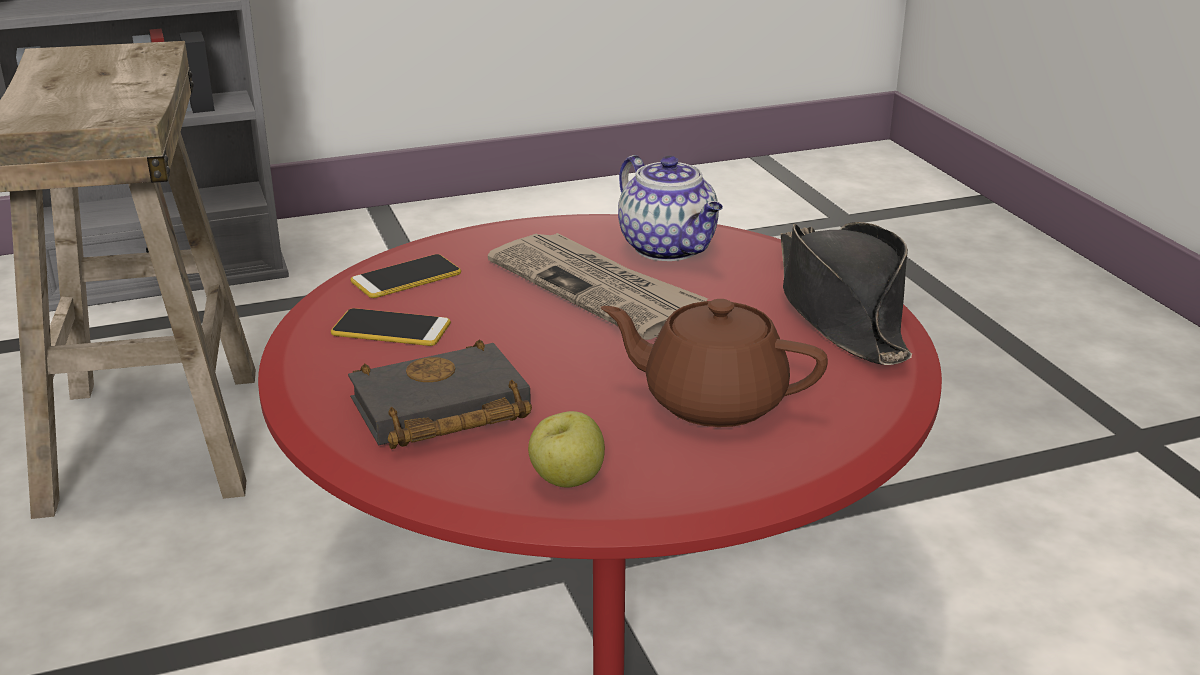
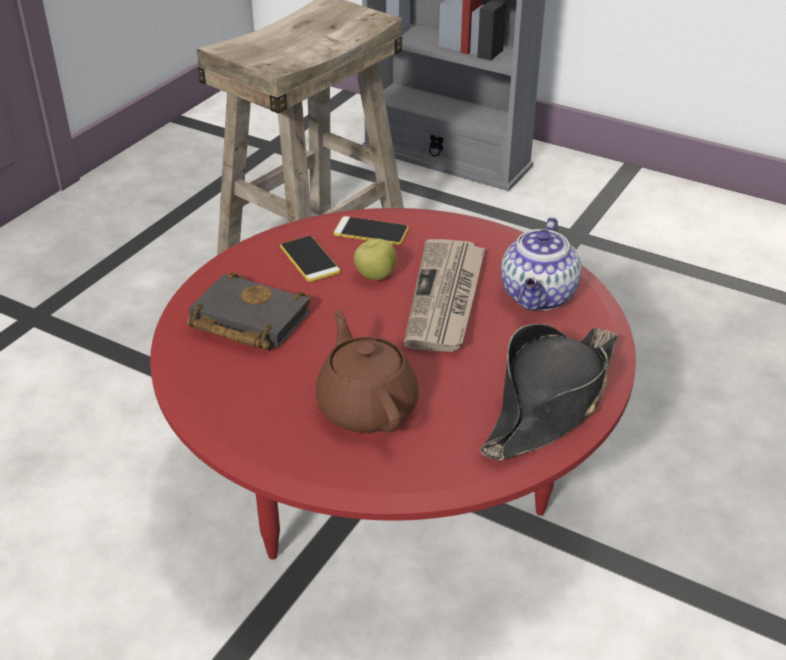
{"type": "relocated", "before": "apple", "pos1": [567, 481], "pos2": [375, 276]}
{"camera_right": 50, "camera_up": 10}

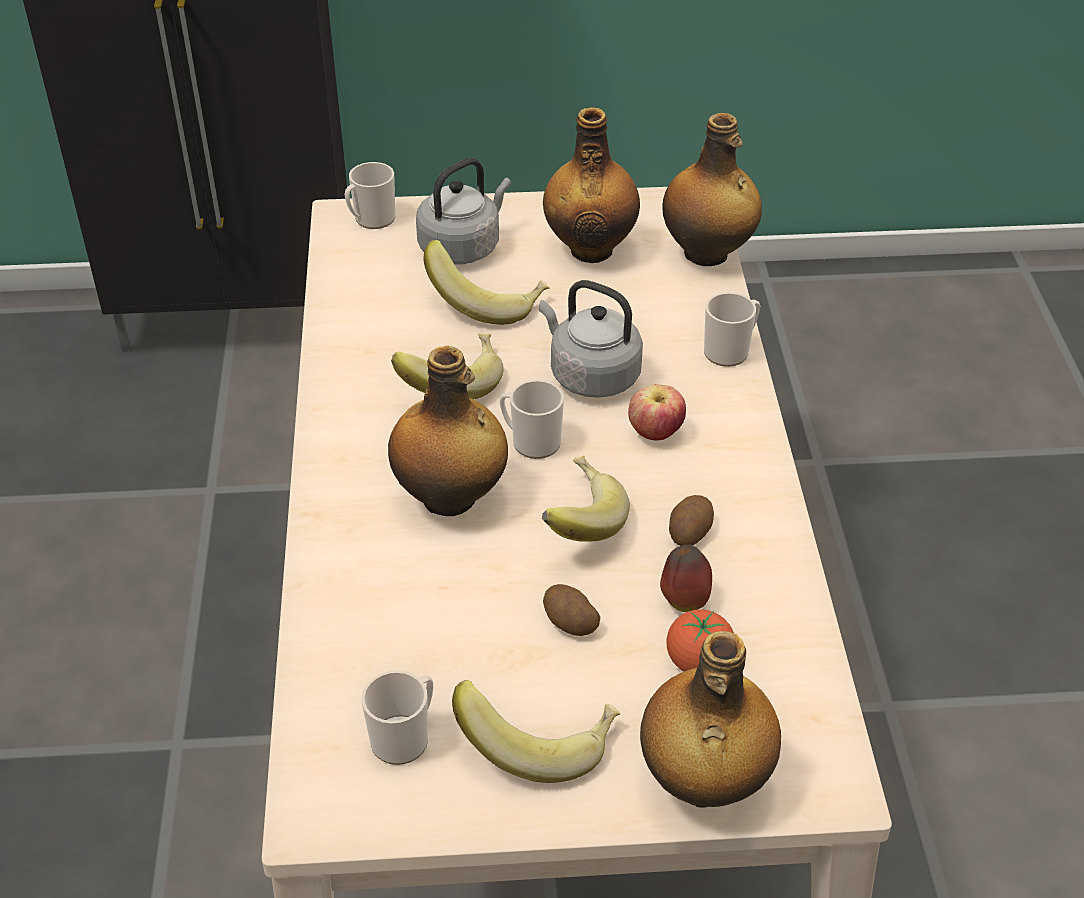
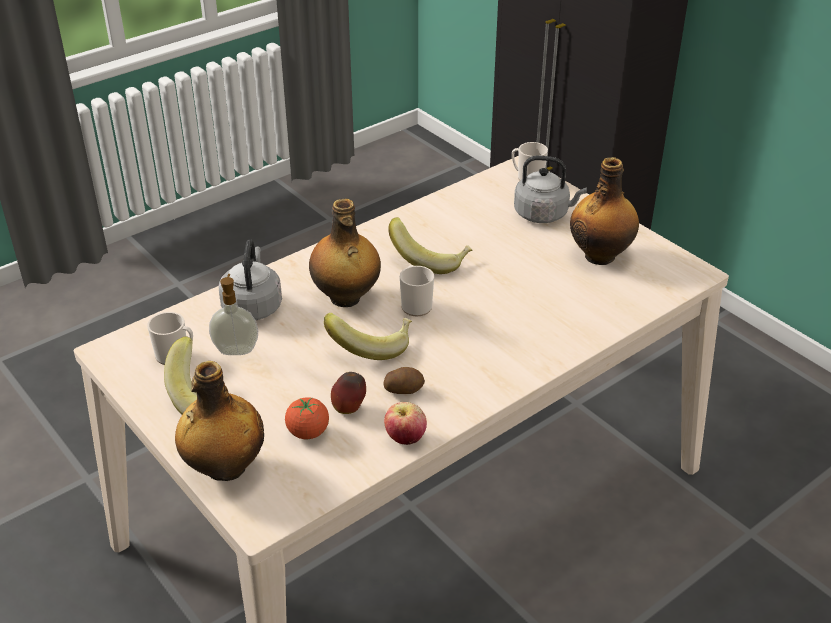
{"type": "appeared", "after": "soap dispenser", "pos2": [236, 349]}
{"type": "relocated", "before": "grey kettle", "pos1": [590, 375], "pos2": [253, 306]}
{"type": "relocated", "before": "apple", "pos1": [655, 433], "pos2": [405, 438]}
{"type": "missing", "before": "banana", "pos1": [487, 302]}
{"type": "missing", "before": "potato", "pos1": [569, 623]}
{"type": "missing", "before": "bottle", "pos1": [707, 254]}
{"type": "missing", "before": "mug", "pos1": [730, 350]}
{"camera_right": 55, "camera_up": -5}

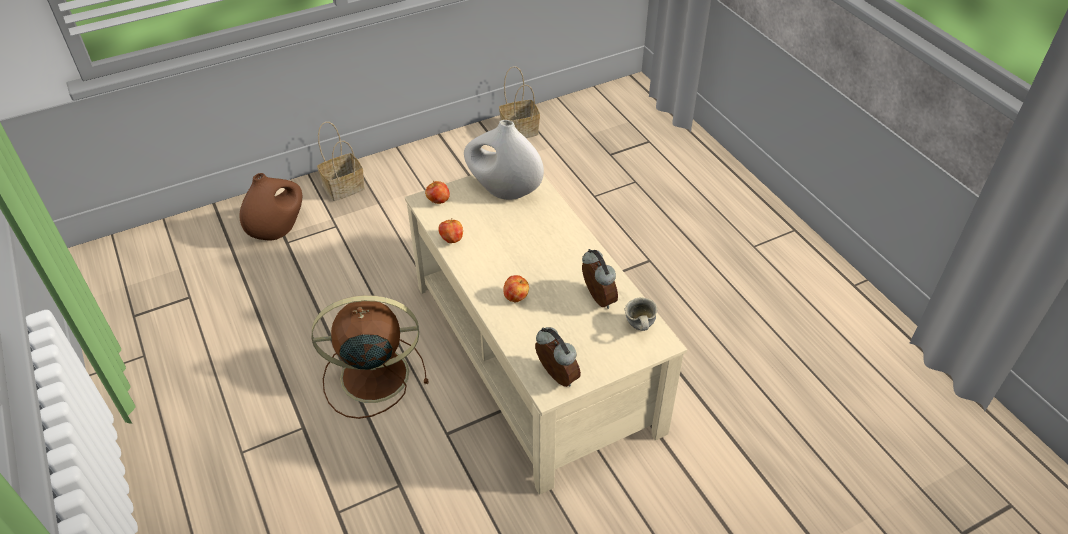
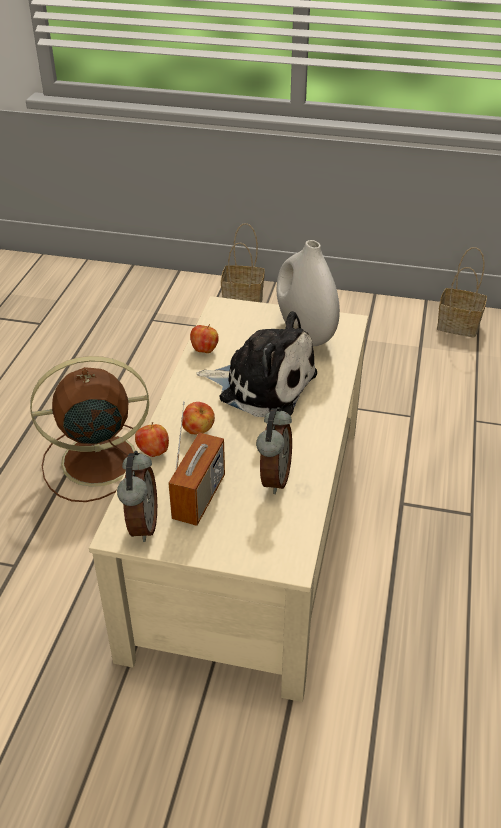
{"type": "spun", "before": "brown fan", "pos1": [371, 376], "pos2": [95, 460], "turn": -45}
{"type": "relocated", "before": "apple", "pos1": [438, 201], "pos2": [153, 452]}
{"type": "appeared", "after": "radio", "pos2": [199, 497]}
{"type": "appeared", "after": "plush toy", "pos2": [262, 385]}
{"type": "missing", "before": "brown vase", "pos1": [278, 230]}
{"type": "missing", "before": "grey mug", "pos1": [638, 327]}
{"camera_right": 40, "camera_up": -5}

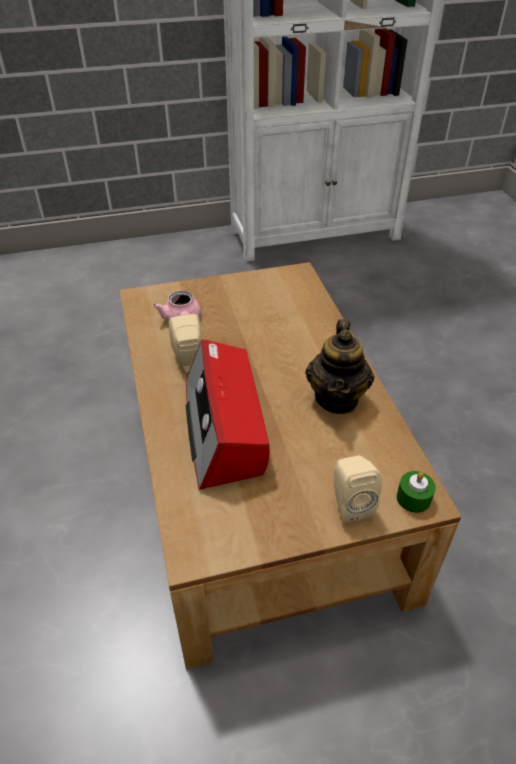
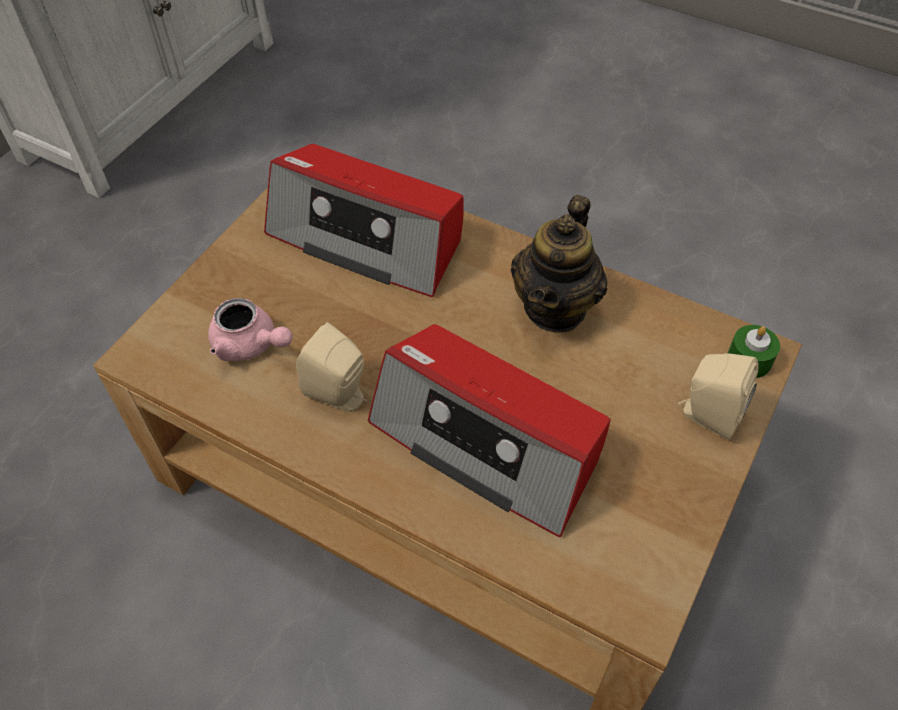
{"type": "appeared", "after": "radio", "pos2": [368, 237]}
{"type": "spun", "before": "teapot", "pos1": [337, 398], "pos2": [556, 307], "turn": 60}
{"camera_right": -45, "camera_up": 10}

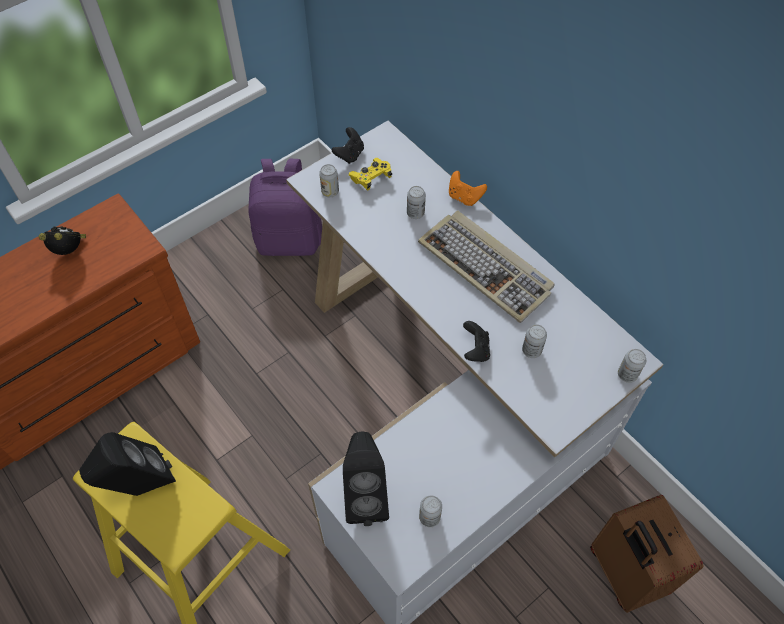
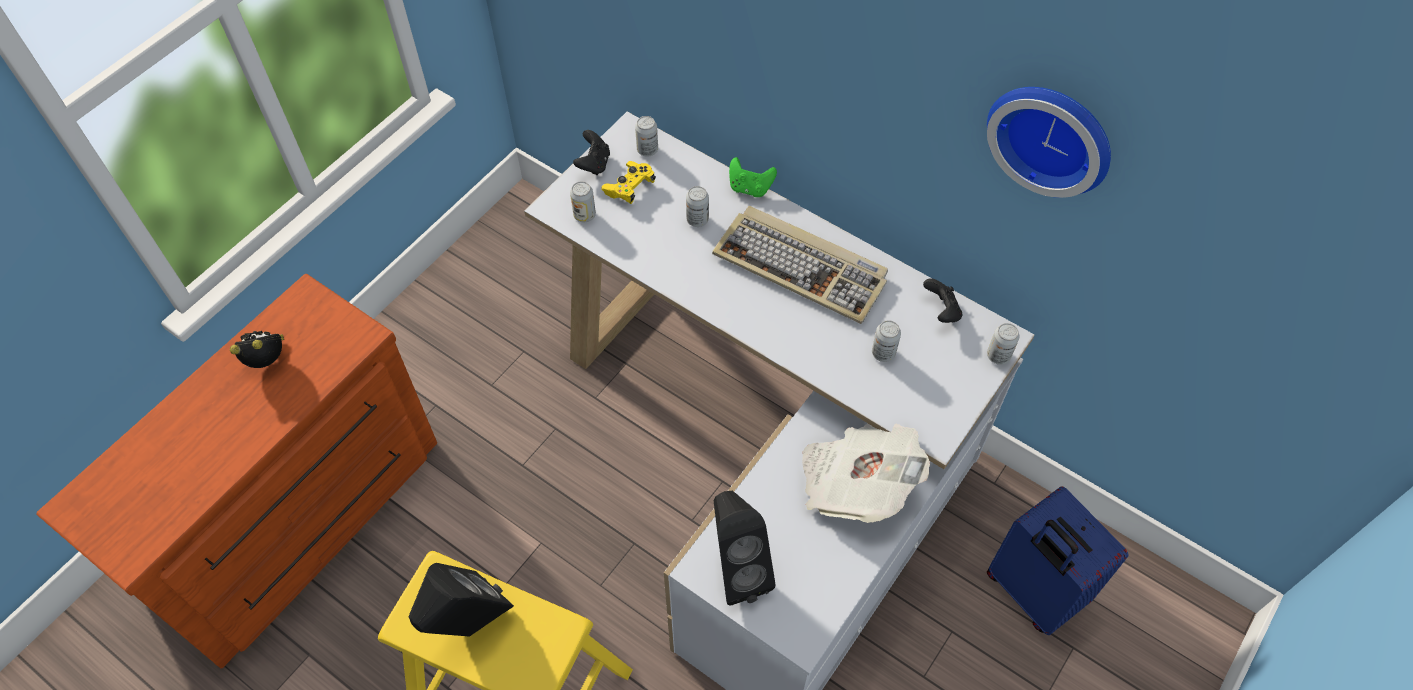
{"type": "relocated", "before": "can", "pos1": [429, 517], "pos2": [647, 150]}
{"type": "colour", "before": "orange game controller", "after": "green game controller", "pos1": [464, 197], "pos2": [750, 188]}
{"type": "appeared", "after": "newspaper", "pos2": [856, 483]}
{"type": "relocated", "before": "black game controller", "pos1": [475, 350], "pos2": [941, 311]}
{"type": "appeared", "after": "wall clock", "pos2": [1052, 135]}
{"type": "colour", "before": "brown suitcase", "after": "blue suitcase", "pos1": [623, 572], "pos2": [1032, 592]}
{"type": "missing", "before": "purple backpack", "pos1": [289, 239]}
{"camera_right": -15, "camera_up": 0}

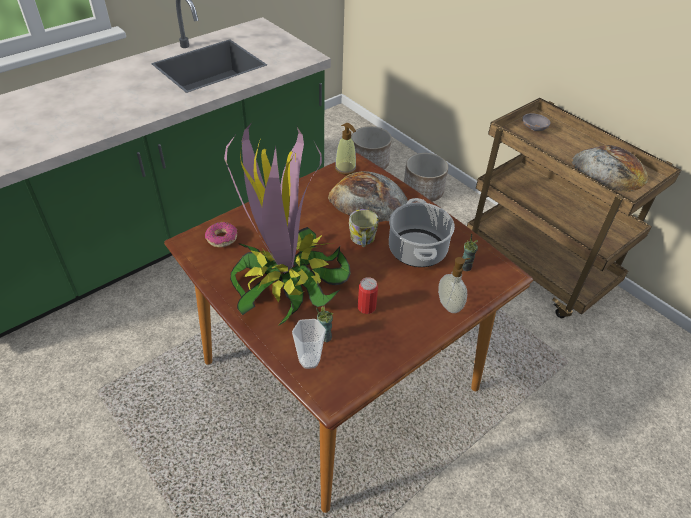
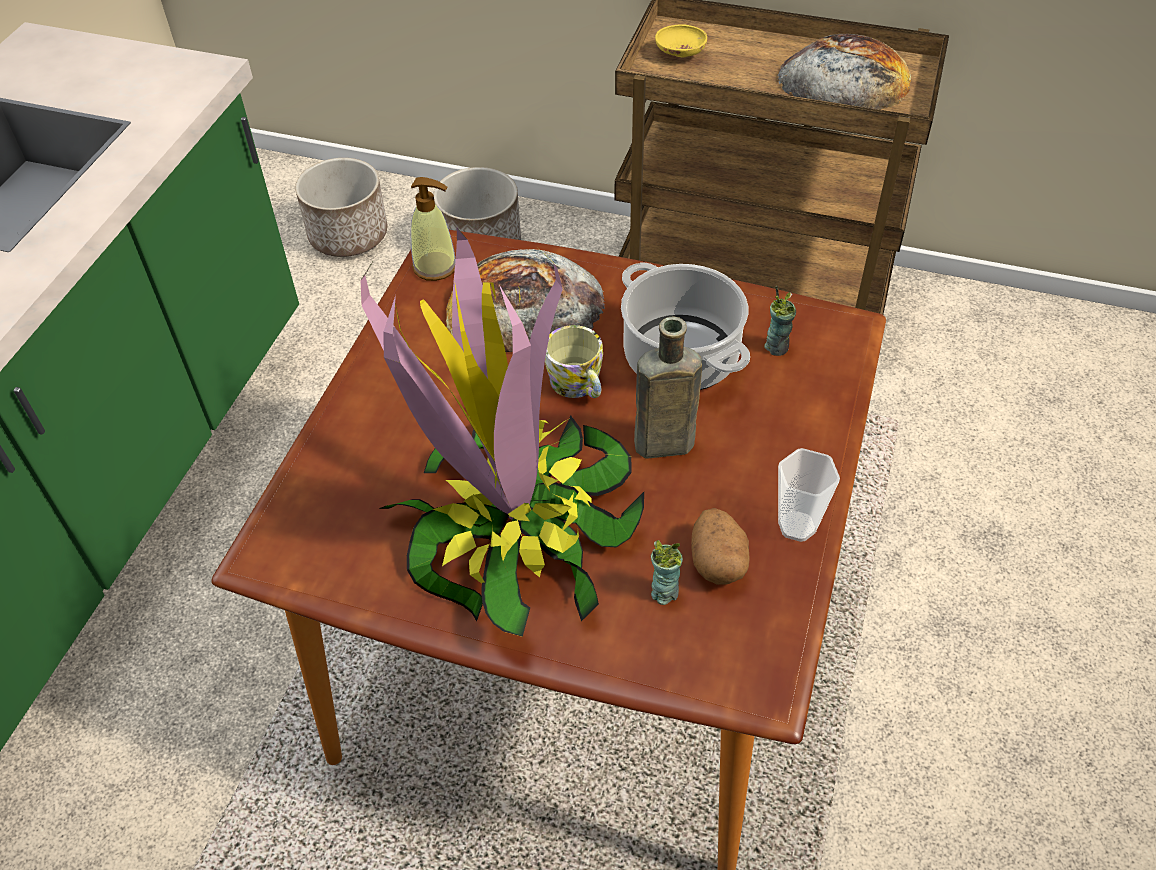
{"type": "appeared", "after": "brown bottle", "pos2": [659, 445]}
{"type": "colour", "before": "grey bowl", "after": "yellow bowl", "pos1": [534, 128], "pos2": [680, 53]}
{"type": "appeared", "after": "potato", "pos2": [717, 561]}
{"type": "relocated", "before": "cup", "pos1": [309, 360], "pos2": [797, 526]}
{"type": "missing", "before": "donut", "pos1": [222, 238]}
{"type": "missing", "before": "can", "pos1": [366, 307]}
{"type": "missing", "before": "soap dispenser", "pos1": [450, 305]}
{"camera_right": -30, "camera_up": 5}

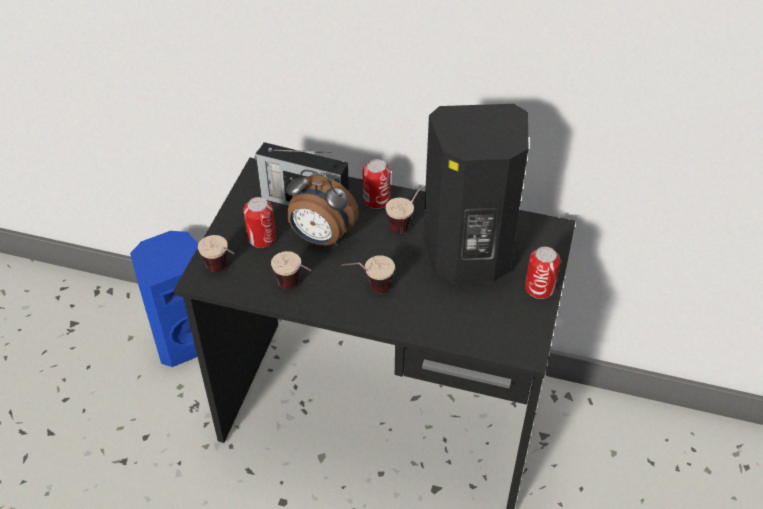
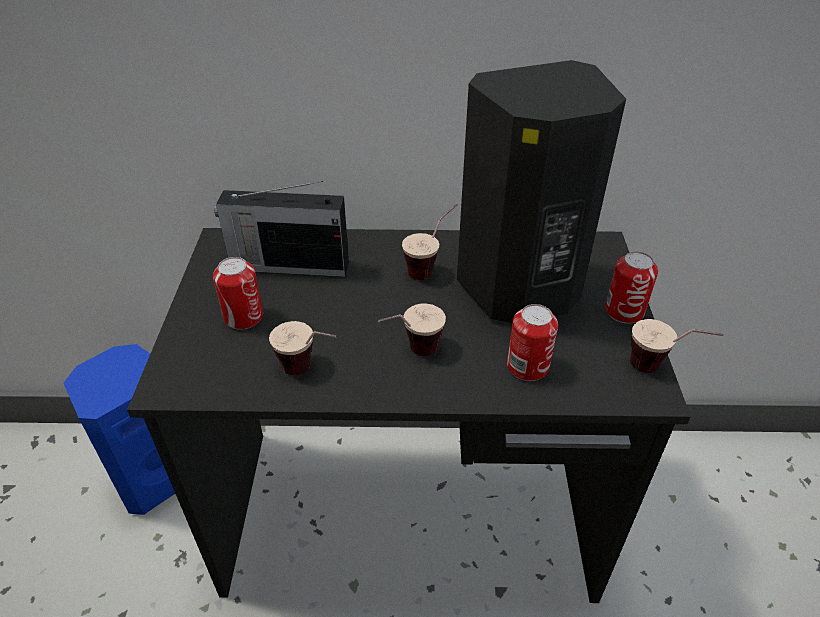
{"type": "relocated", "before": "can", "pos1": [376, 200], "pos2": [527, 366]}
{"type": "relocated", "before": "cup", "pos1": [223, 272], "pos2": [661, 370]}
{"type": "missing", "before": "alarm clock", "pos1": [321, 238]}
{"camera_right": -15, "camera_up": -5}

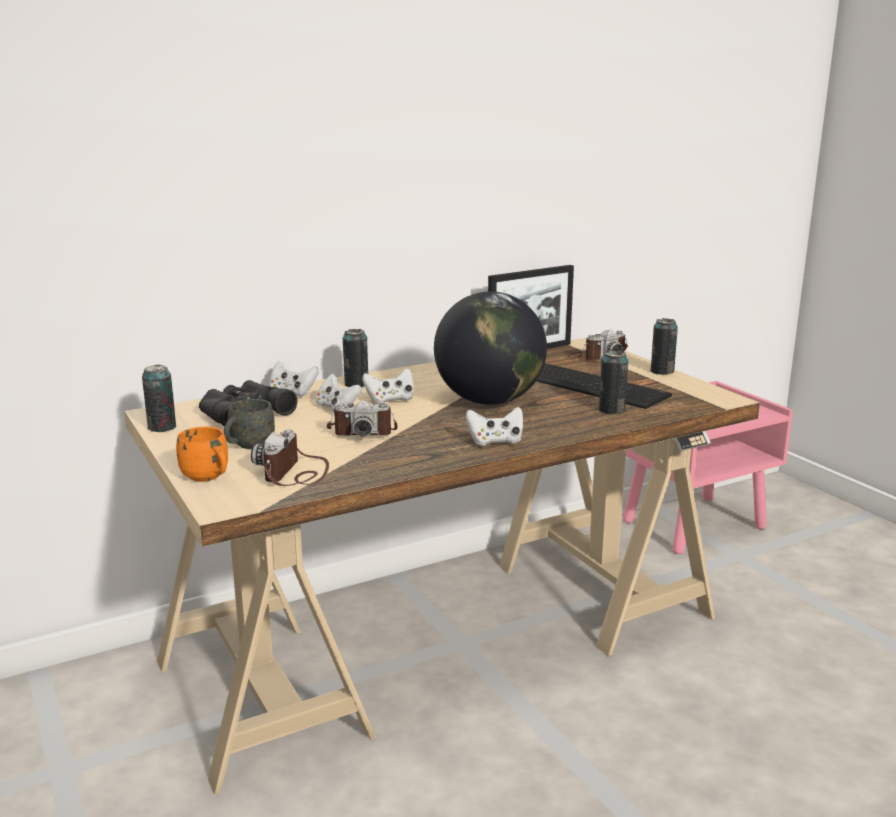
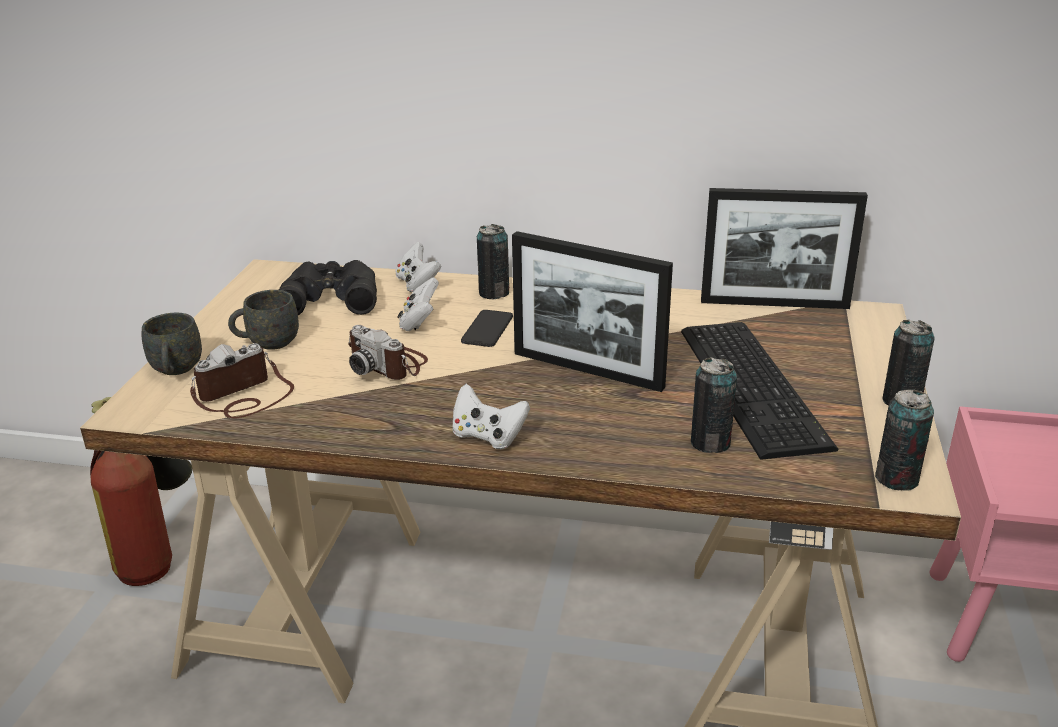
{"type": "appeared", "after": "fire extinguisher", "pos2": [159, 556]}
{"type": "colour", "before": "orange mug", "after": "grey mug", "pos1": [208, 477], "pos2": [176, 371]}
{"type": "exchanged", "before": "white game controller", "after": "phone", "pos1": [390, 400], "pos2": [487, 329]}
{"type": "exchanged", "before": "globe", "after": "picture frame", "pos1": [489, 401], "pos2": [587, 370]}
{"type": "relocated", "before": "can", "pos1": [162, 428], "pos2": [896, 479]}
{"type": "missing", "before": "photo camera", "pos1": [597, 357]}
{"camera_right": 40, "camera_up": 10}

